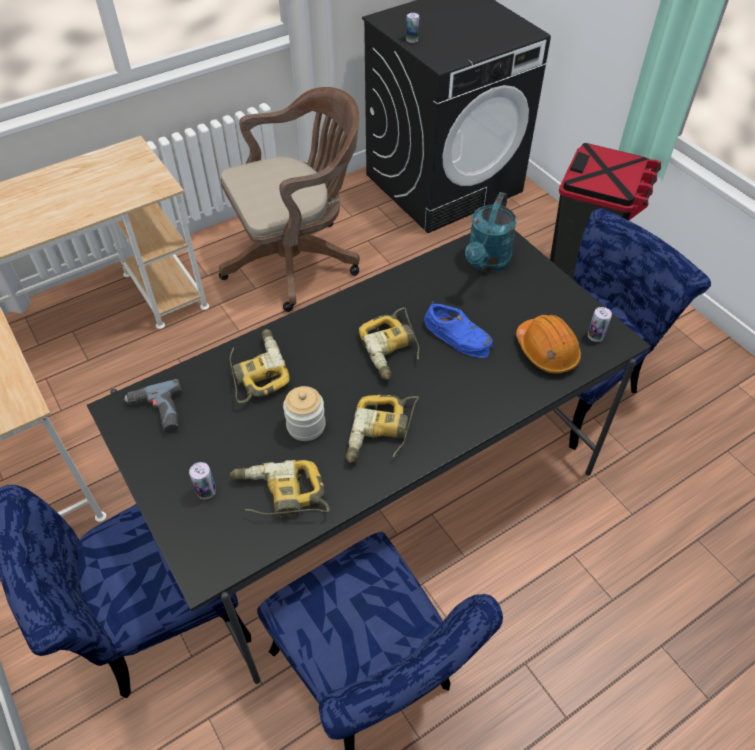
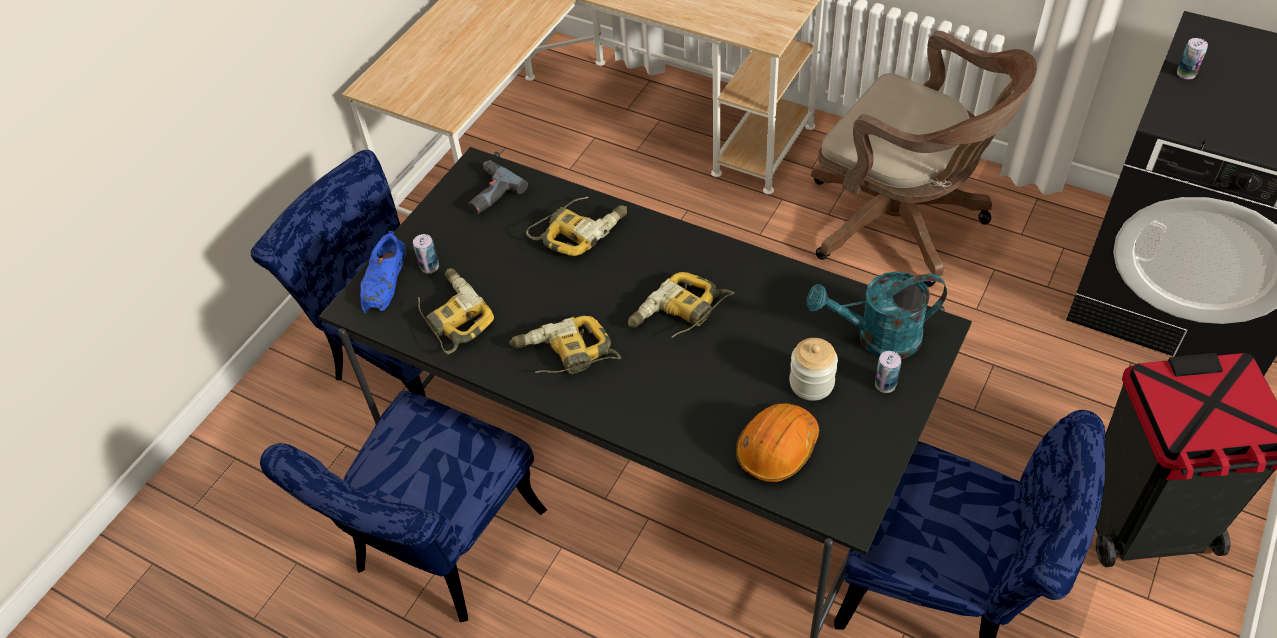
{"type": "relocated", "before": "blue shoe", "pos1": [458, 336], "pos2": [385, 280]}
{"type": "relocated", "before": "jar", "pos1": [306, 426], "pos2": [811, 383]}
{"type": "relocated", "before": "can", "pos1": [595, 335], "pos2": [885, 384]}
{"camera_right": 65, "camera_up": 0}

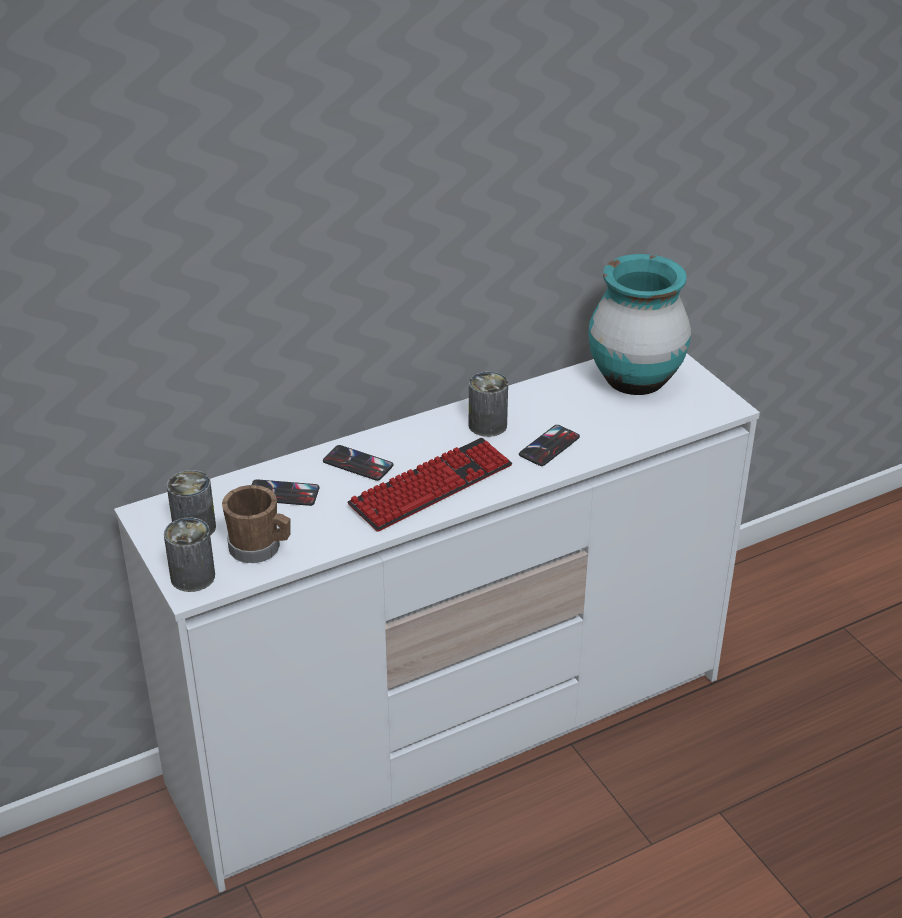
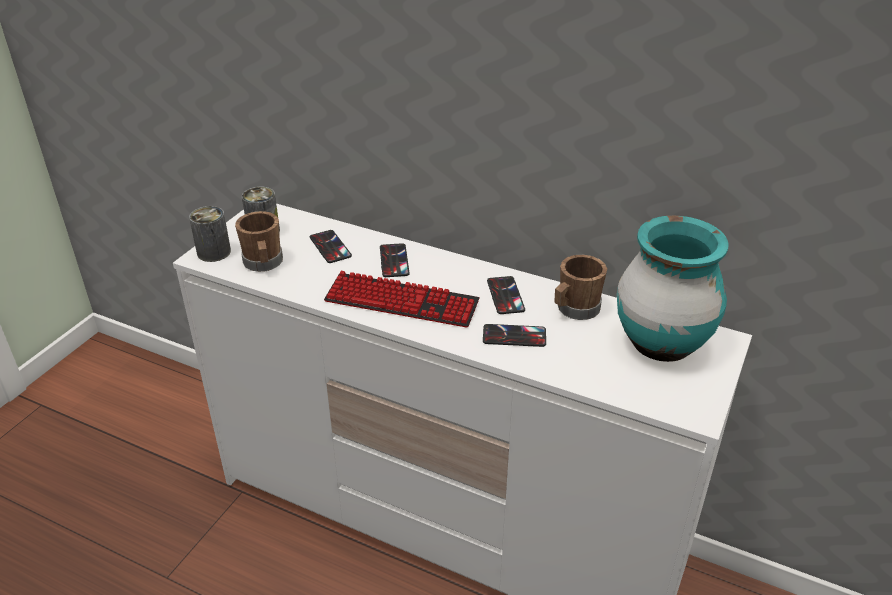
{"type": "exchanged", "before": "can", "after": "phone", "pos1": [487, 425], "pos2": [505, 295]}
{"type": "appeared", "after": "brown mug", "pos2": [575, 309]}
{"camera_right": 55, "camera_up": 0}

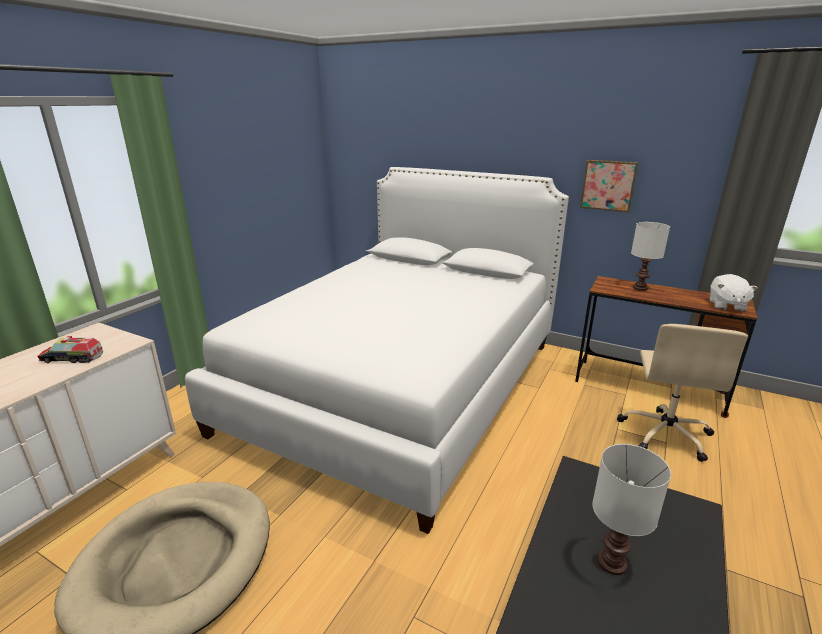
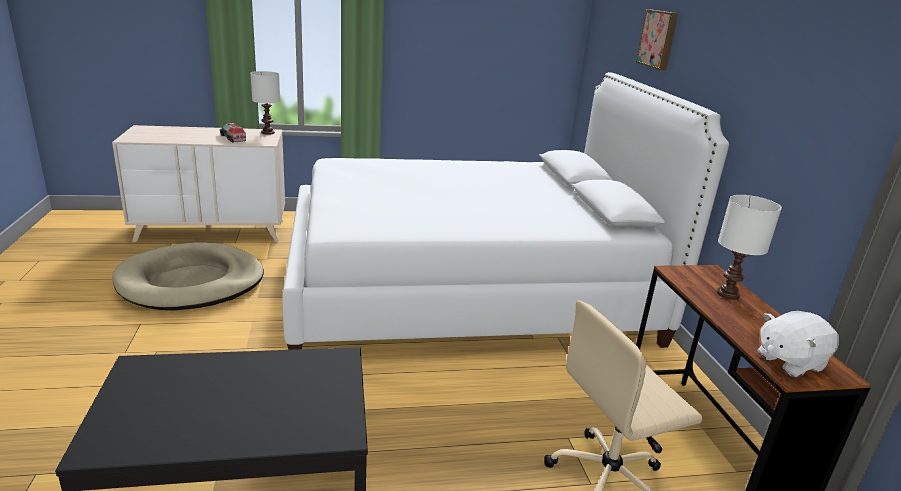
{"type": "relocated", "before": "white table lamp", "pos1": [610, 562], "pos2": [268, 132]}
{"type": "relocated", "before": "picture", "pos1": [608, 185], "pos2": [658, 39]}
{"camera_right": 50, "camera_up": 0}

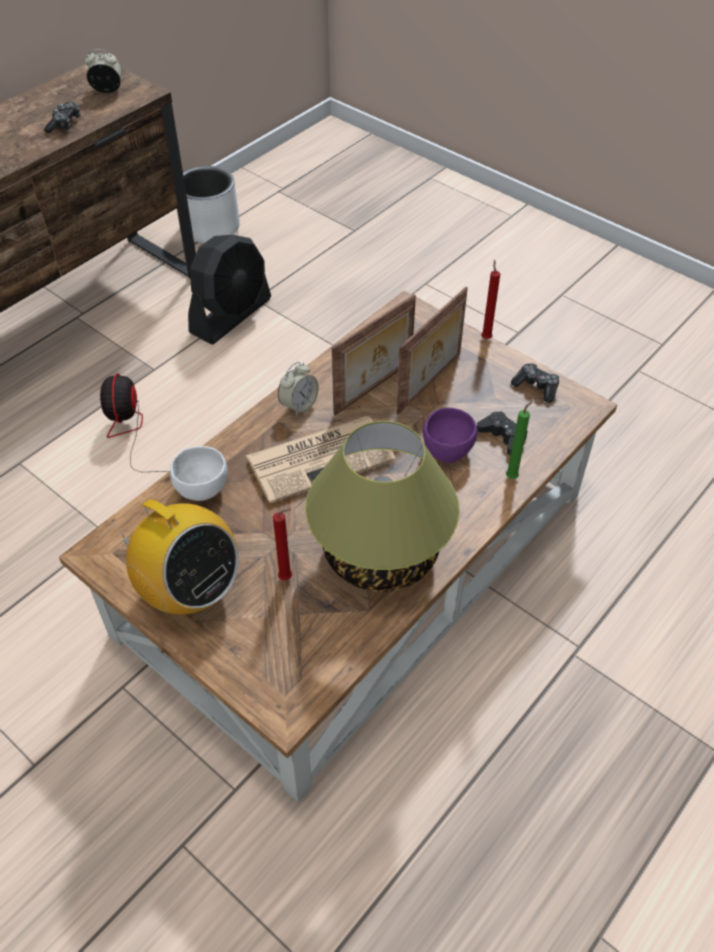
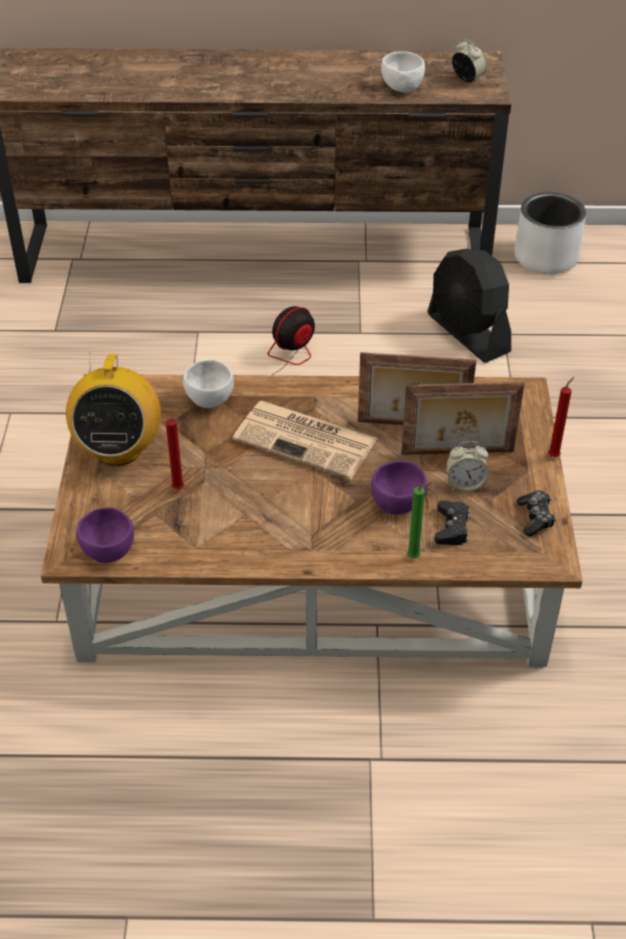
{"type": "appeared", "after": "purple bowl", "pos2": [109, 550]}
{"type": "exchanged", "before": "game controller", "after": "white bowl", "pos1": [65, 124], "pos2": [401, 88]}
{"type": "spun", "before": "black fan", "pos1": [231, 315], "pos2": [468, 333], "turn": 60}
{"type": "relocated", "before": "alarm clock", "pos1": [299, 405], "pos2": [465, 484]}
{"type": "missing", "before": "table lamp", "pos1": [379, 555]}
{"camera_right": 50, "camera_up": -5}

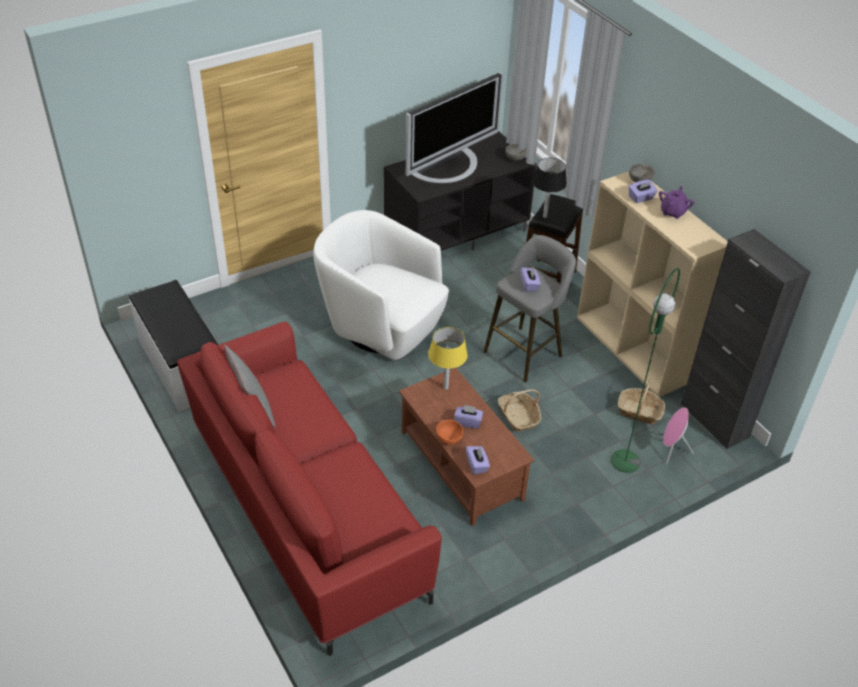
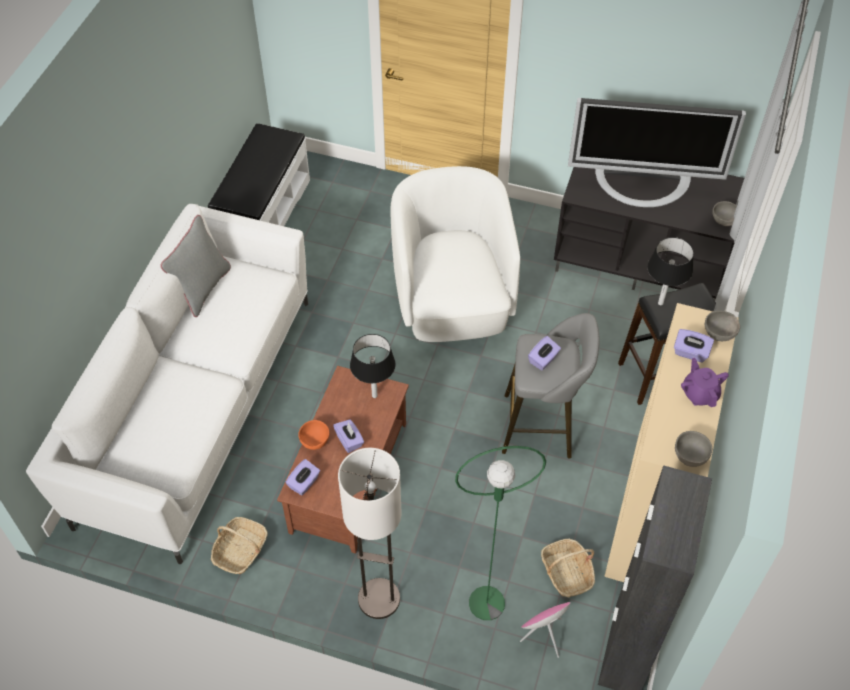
{"type": "colour", "before": "red sofa", "after": "white sofa", "pos1": [305, 511], "pos2": [195, 407]}
{"type": "relocated", "before": "basket", "pos1": [518, 417], "pos2": [241, 551]}
{"type": "appeared", "after": "floor lamp", "pos2": [378, 599]}
{"type": "colour", "before": "yellow table lamp", "after": "black table lamp", "pos1": [446, 388], "pos2": [374, 396]}
{"type": "appeared", "after": "grey bowl", "pos2": [689, 457]}
{"type": "spun", "before": "purple teapot", "pos1": [673, 212], "pos2": [699, 394], "turn": -90}
{"camera_right": 50, "camera_up": 10}

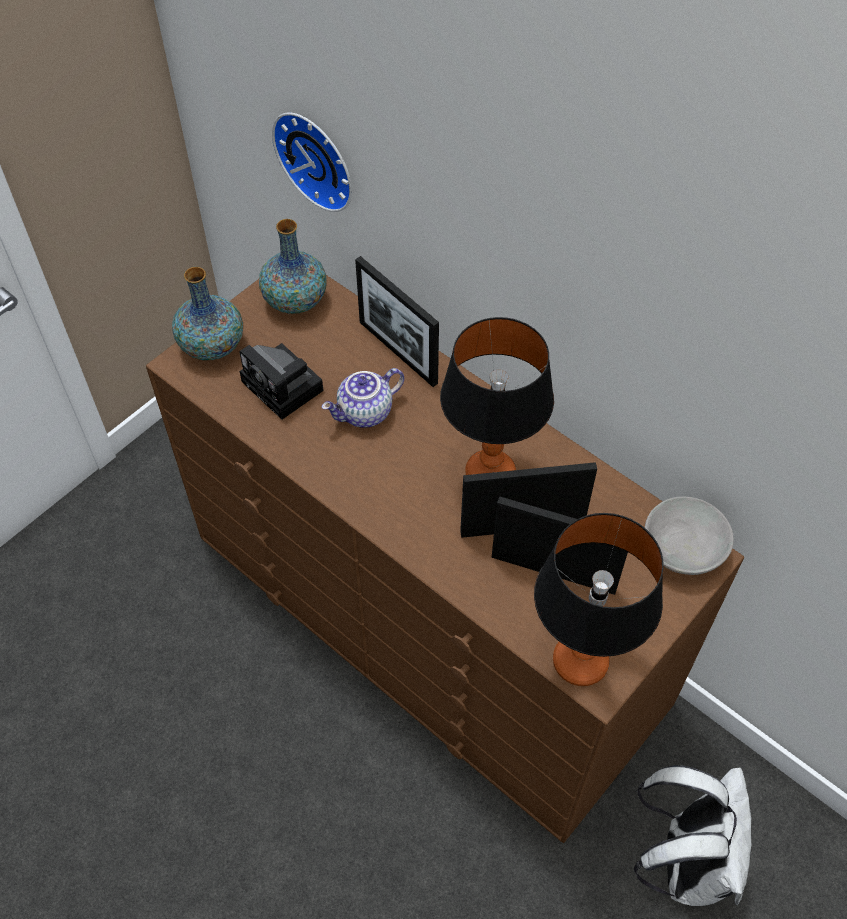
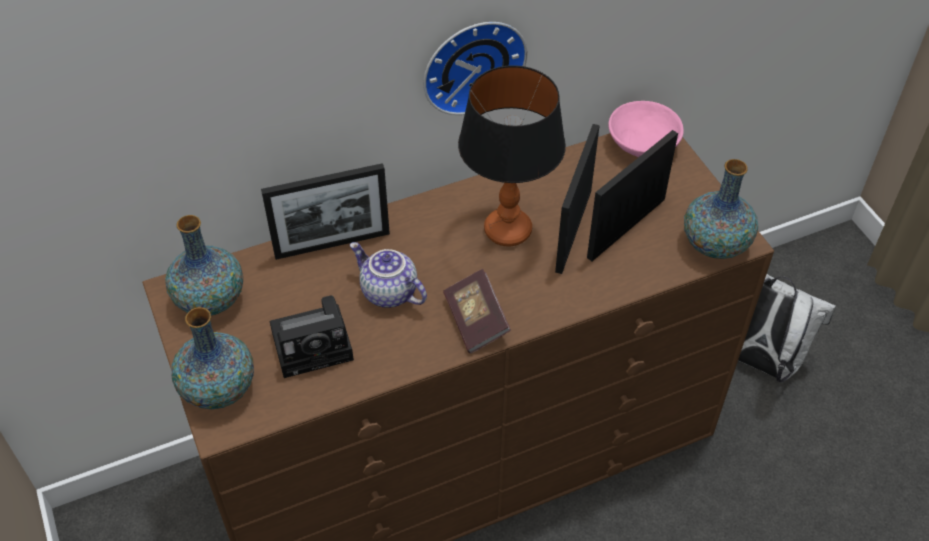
{"type": "spun", "before": "teapot", "pos1": [365, 413], "pos2": [388, 293], "turn": 135}
{"type": "relocated", "before": "wall clock", "pos1": [318, 158], "pos2": [471, 63]}
{"type": "appeared", "after": "book", "pos2": [476, 321]}
{"type": "colour", "before": "grey bowl", "after": "pink bowl", "pos1": [682, 549], "pos2": [642, 145]}
{"type": "exchanged", "before": "table lamp", "after": "vase", "pos1": [579, 662], "pos2": [715, 244]}
{"camera_right": -65, "camera_up": -5}

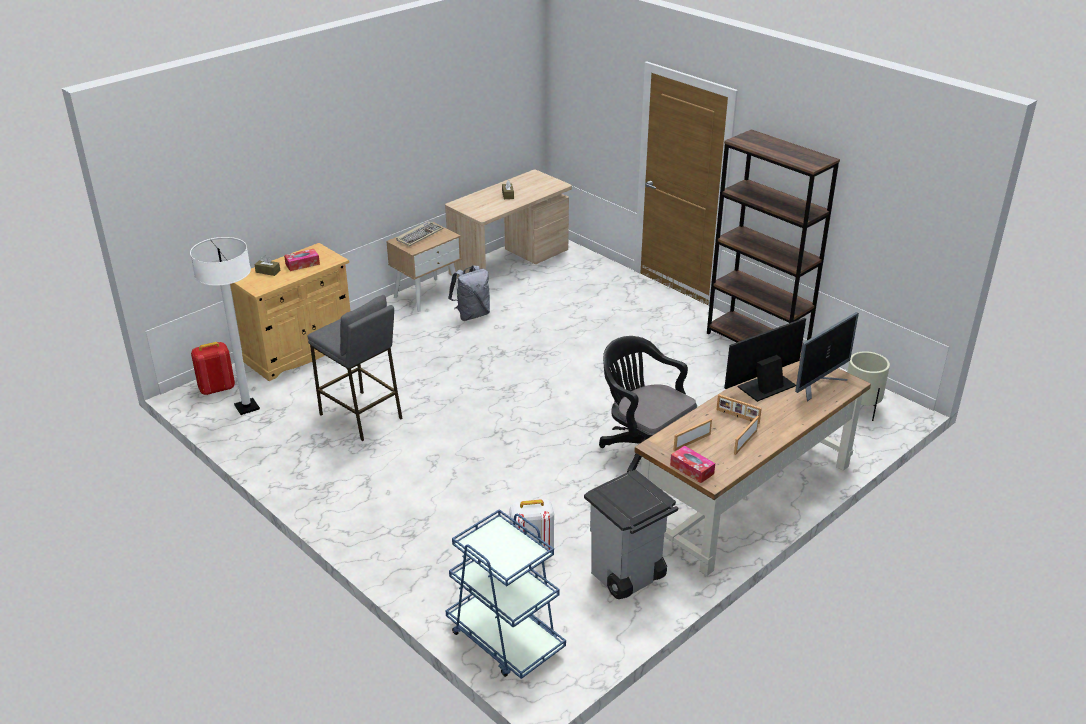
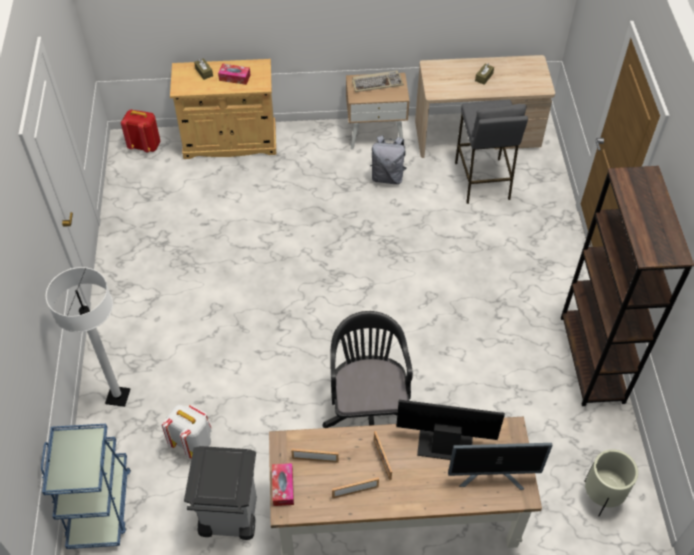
{"type": "relocated", "before": "white floor lamp", "pos1": [247, 407], "pos2": [118, 397]}
{"type": "relocated", "before": "grey stool", "pos1": [361, 416], "pos2": [482, 181]}
{"camera_right": 40, "camera_up": 20}

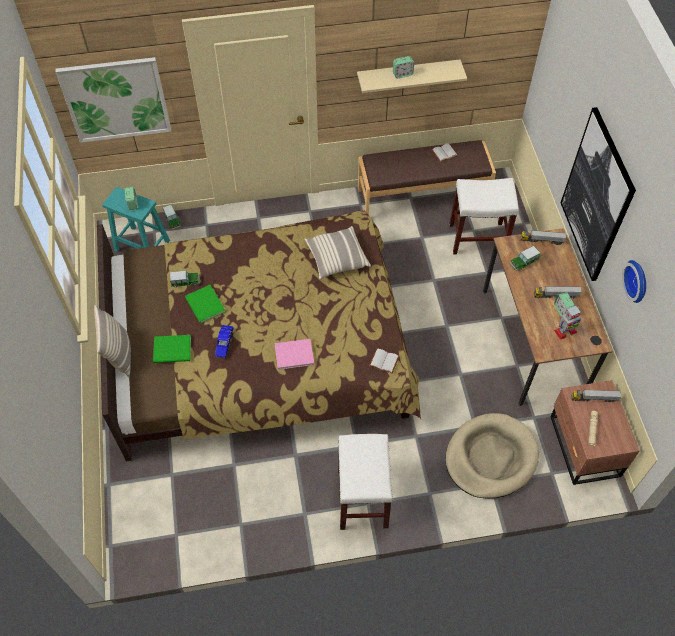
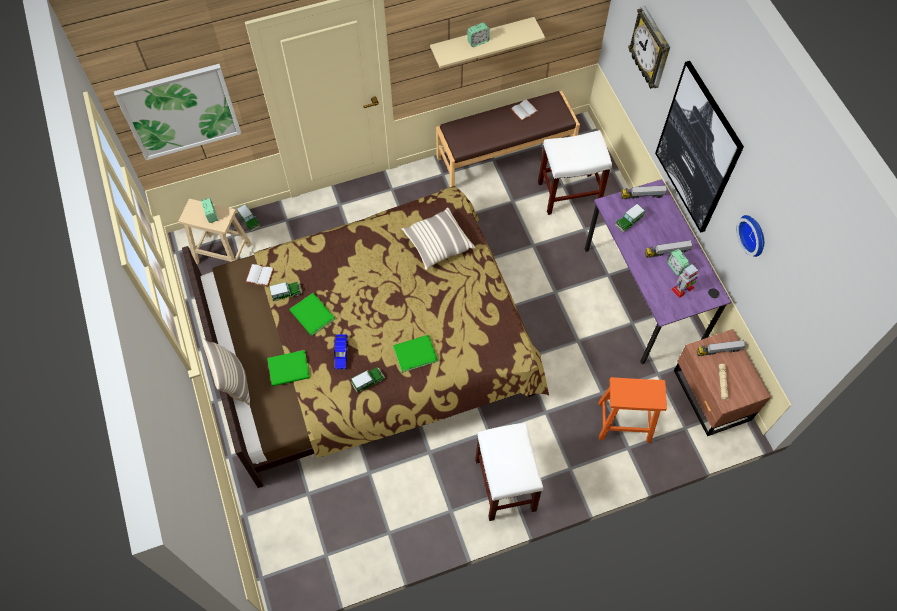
{"type": "colour", "before": "turquoise stool", "after": "beige stool", "pos1": [143, 246], "pos2": [224, 253]}
{"type": "relocated", "before": "white book", "pos1": [383, 362], "pos2": [259, 276]}
{"type": "appeared", "after": "toy car", "pos2": [368, 381]}
{"type": "colour", "before": "pink book", "after": "green book", "pos1": [293, 354], "pos2": [413, 353]}
{"type": "colour", "before": "brown desk", "after": "purple desk", "pos1": [532, 341], "pos2": [643, 295]}
{"type": "exchanged", "before": "beige dog bed", "after": "orange stool", "pos1": [490, 457], "pos2": [623, 422]}
{"type": "appeared", "after": "wall clock", "pos2": [651, 49]}
{"camera_right": -10, "camera_up": 5}

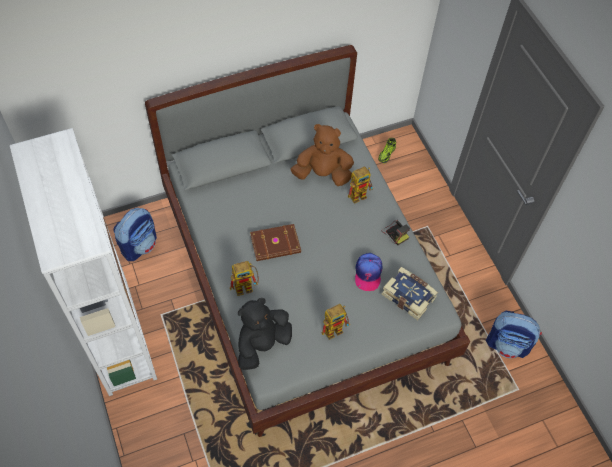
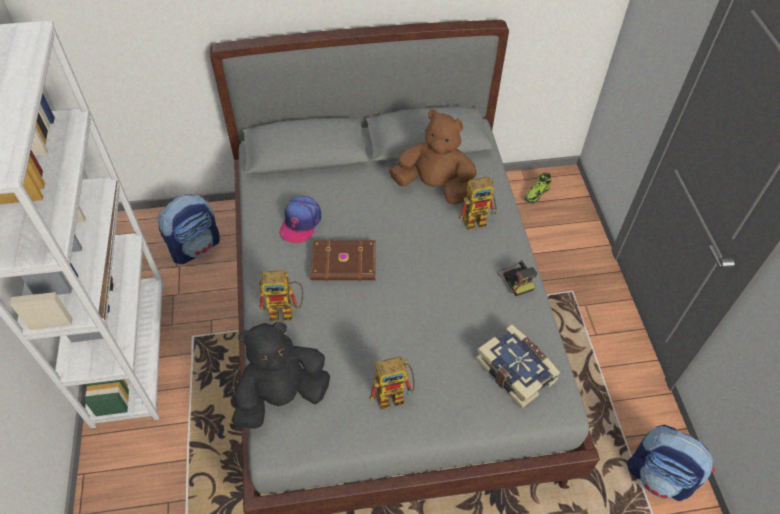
{"type": "relocated", "before": "cap", "pos1": [368, 273], "pos2": [300, 223]}
{"camera_right": 15, "camera_up": -5}

